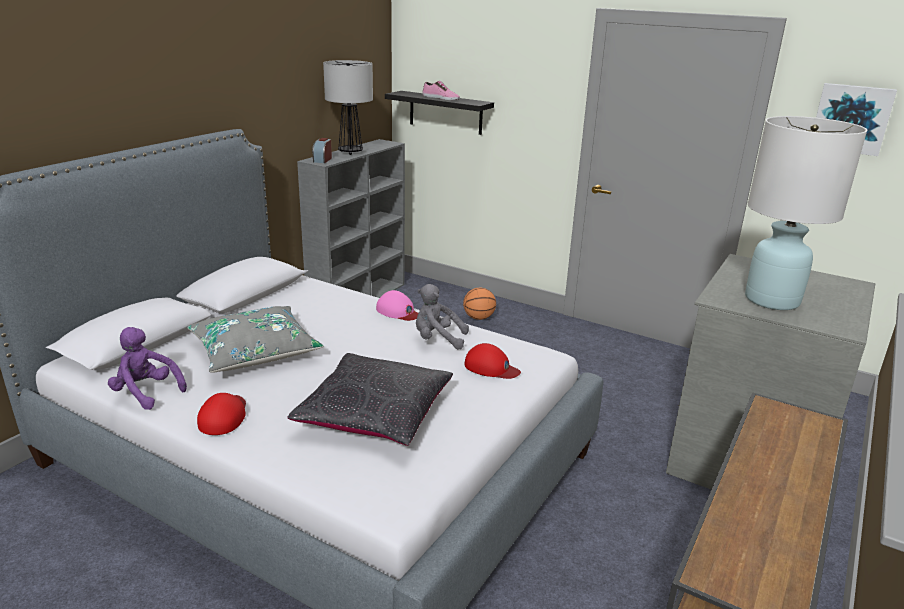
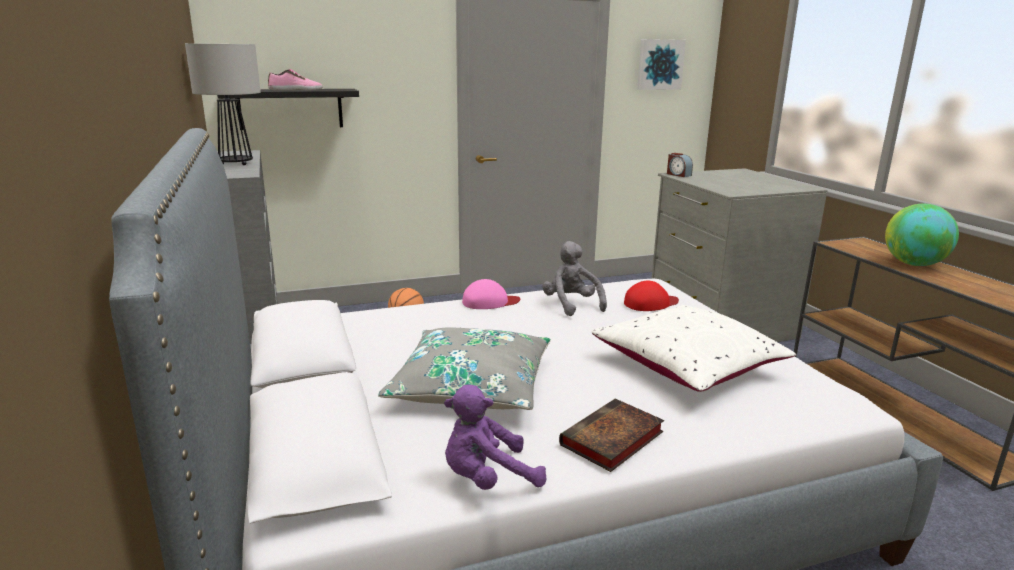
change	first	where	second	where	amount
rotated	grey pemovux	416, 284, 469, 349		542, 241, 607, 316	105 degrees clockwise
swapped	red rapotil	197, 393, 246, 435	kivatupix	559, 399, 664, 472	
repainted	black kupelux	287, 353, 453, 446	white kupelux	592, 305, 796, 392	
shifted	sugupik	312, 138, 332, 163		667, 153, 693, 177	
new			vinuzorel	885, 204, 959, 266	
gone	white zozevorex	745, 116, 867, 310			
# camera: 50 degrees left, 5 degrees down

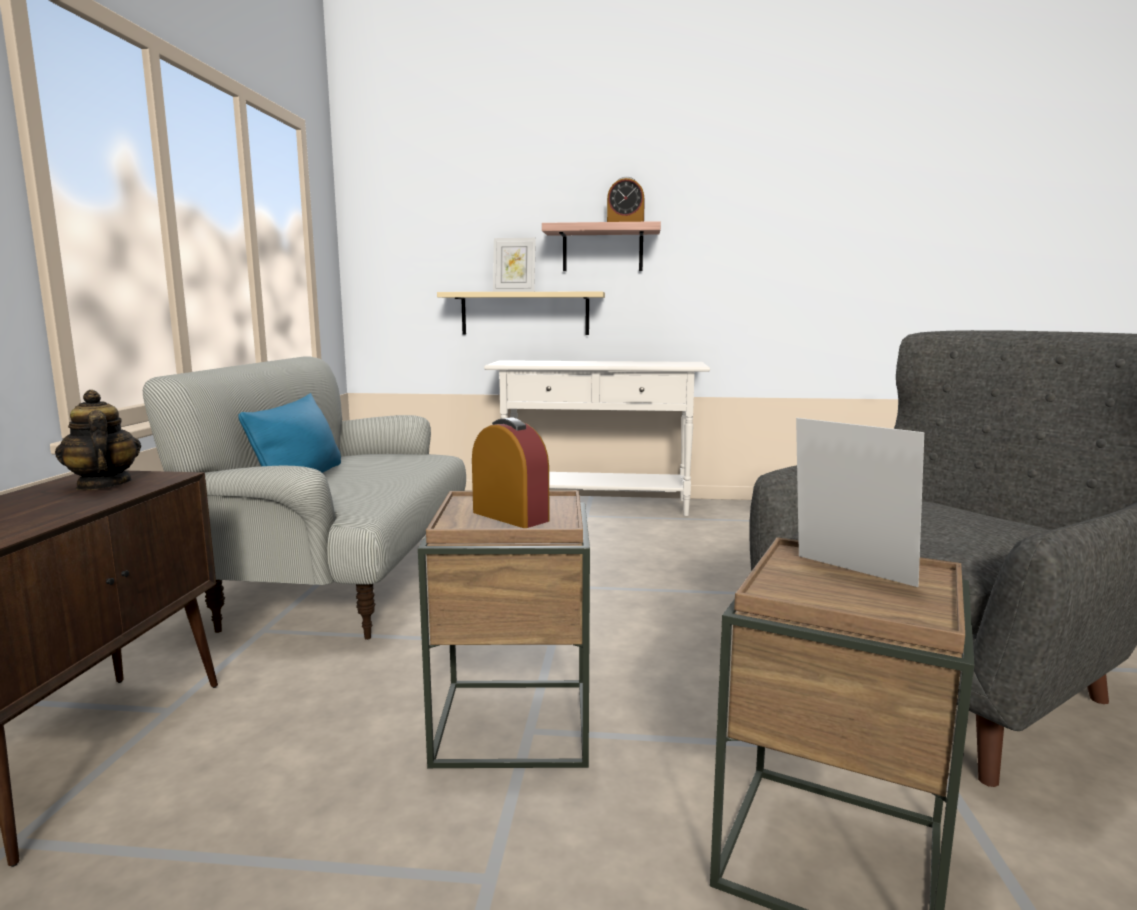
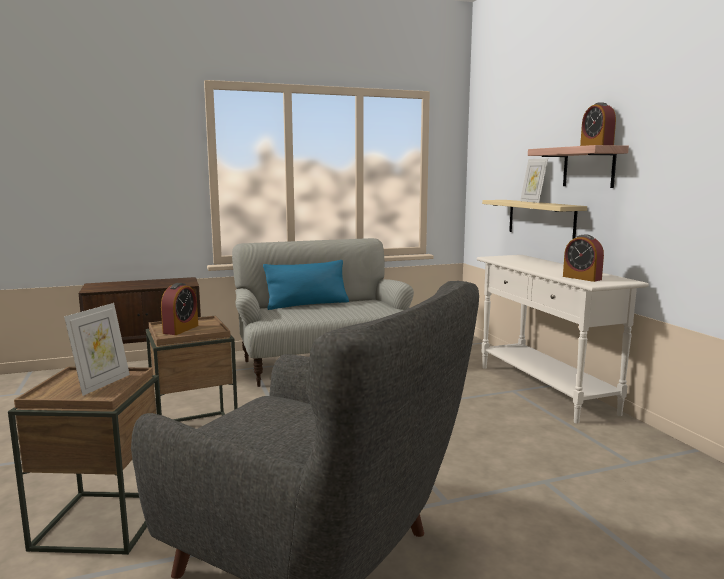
change	first	where	second	where	amount
new			sugupik	563, 234, 604, 282	
gone	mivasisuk	55, 390, 141, 490			
# camera: 65 degrees right, 0 degrees up

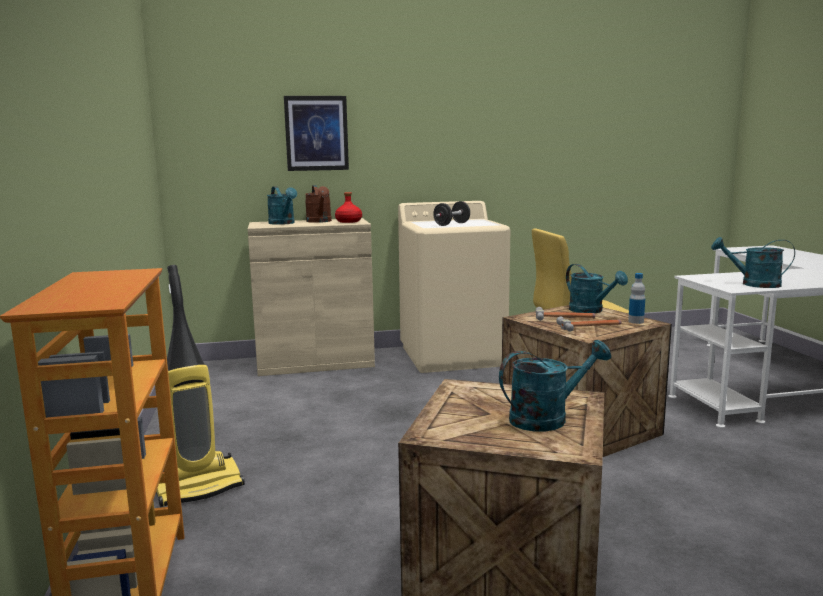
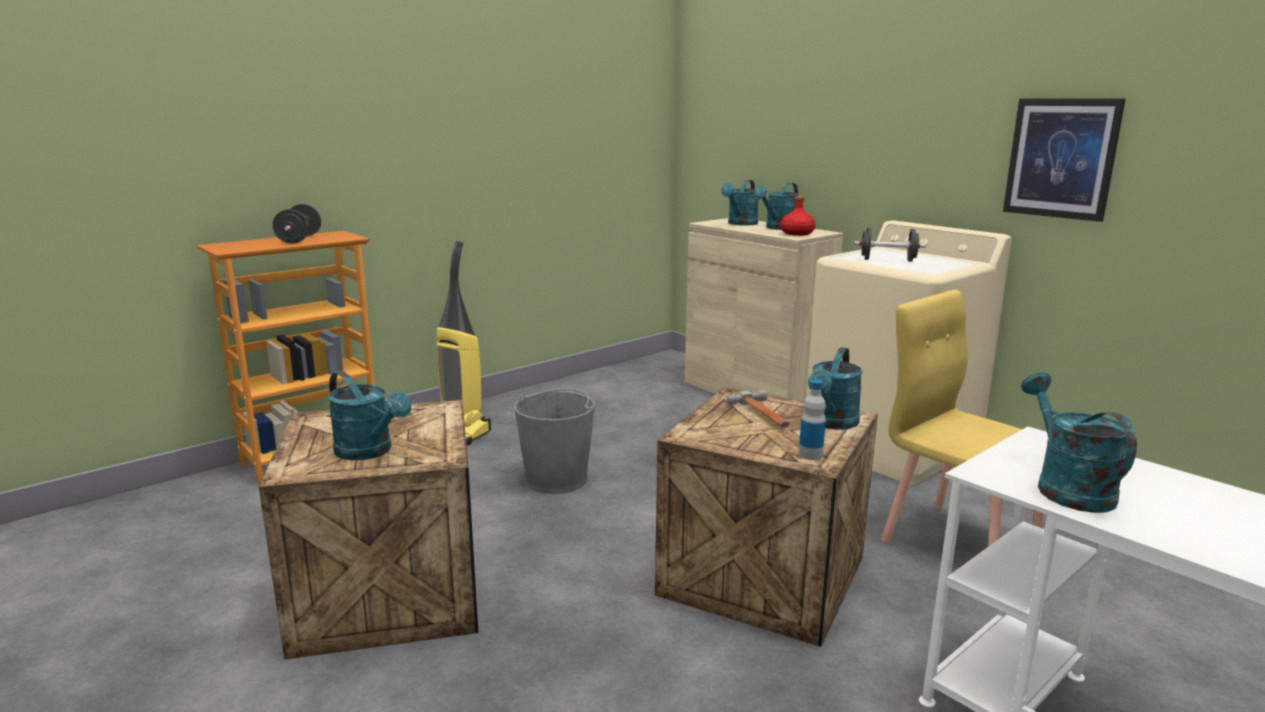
change	first	where	second	where	amount
new			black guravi	273, 204, 321, 244	
new			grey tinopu	514, 389, 595, 494	
repainted	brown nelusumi	305, 185, 332, 223	turquoise nelusumi	754, 183, 799, 230	
shifted	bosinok	284, 96, 349, 171		1003, 99, 1126, 222	
gone	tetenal	556, 316, 622, 332			
# camera: 60 degrees right, 5 degrees up

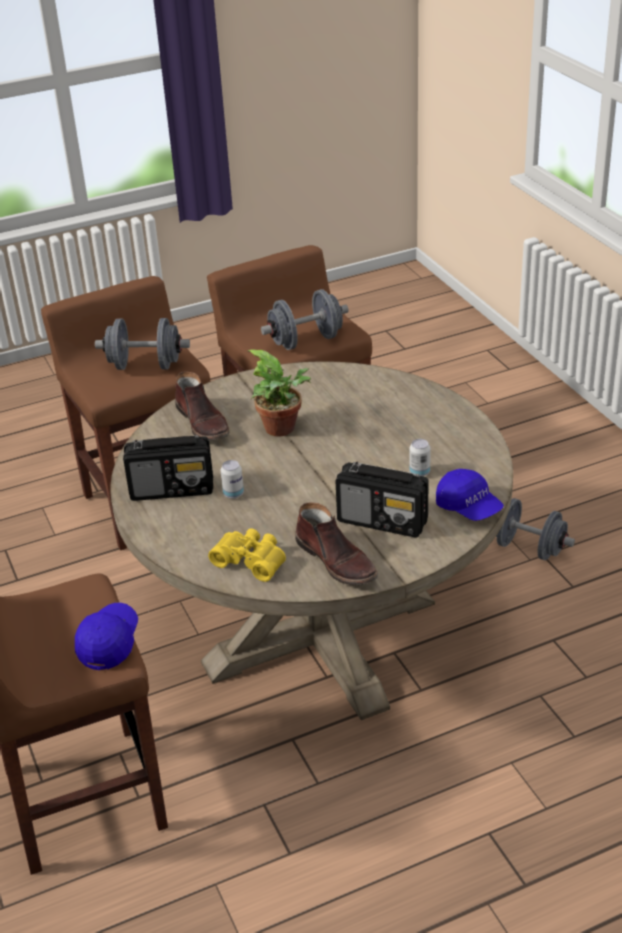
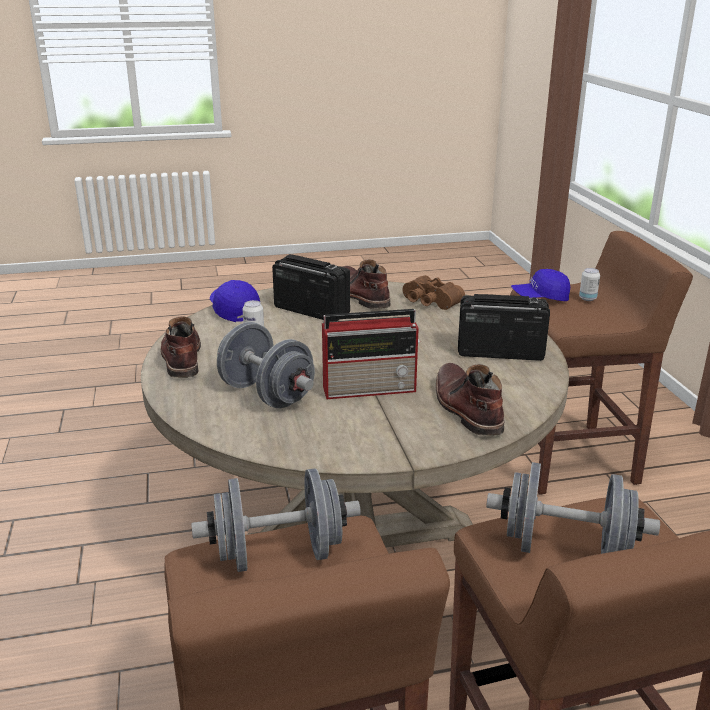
change	first	where	second	where	amount
new			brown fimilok	161, 316, 201, 378	
shifted	grey guravi	496, 498, 575, 560		217, 322, 315, 408	
swapped	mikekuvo	248, 349, 311, 437	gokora	322, 309, 420, 399	
repainted	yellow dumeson	208, 529, 286, 582	brown dumeson	402, 275, 465, 310	
rotated	blue rapotil	75, 603, 138, 670		511, 269, 570, 301	60 degrees clockwise
shifted	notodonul	220, 460, 244, 499		579, 268, 600, 301	
# camera: 170 degrees left, 10 degrees down

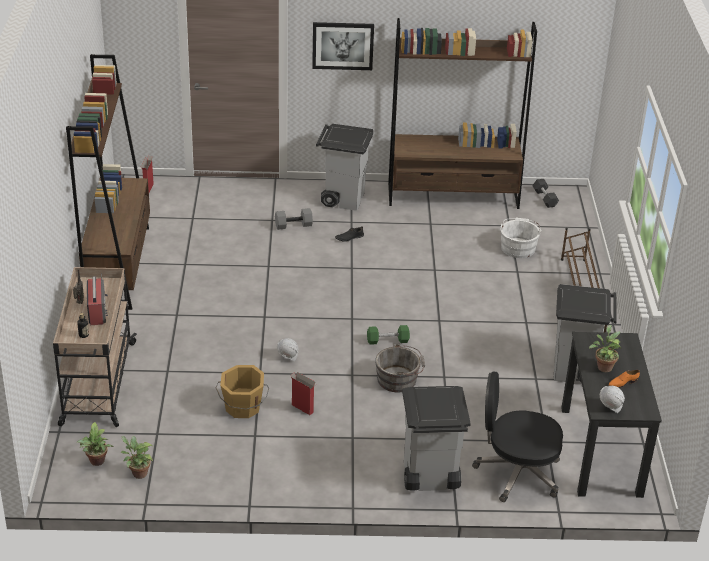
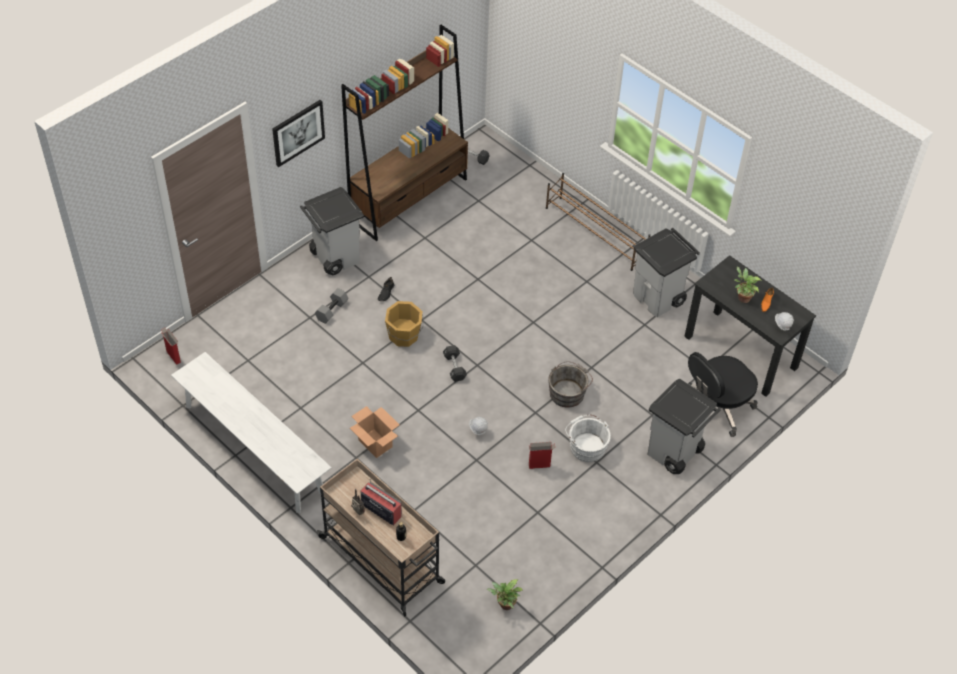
change	first	where	second	where	amount
swapped	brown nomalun	66, 54, 150, 310	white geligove	171, 352, 332, 513	
new			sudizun	350, 406, 400, 458	
shifted	orange tinopu	216, 365, 269, 418		385, 301, 424, 347	
new			black guravi	443, 345, 467, 382	
shifted	white tinopu	500, 218, 542, 258		565, 415, 611, 462	
gone	mikekuvo	77, 422, 114, 466			
gone	green guravi	367, 325, 410, 345			
# camera: 45 degrees left, 15 degrees up

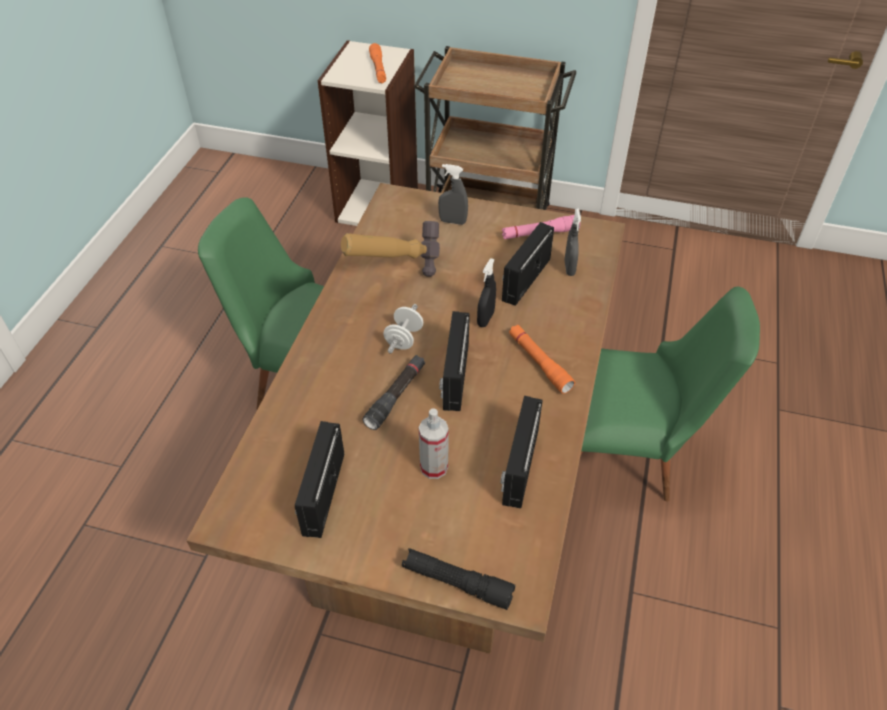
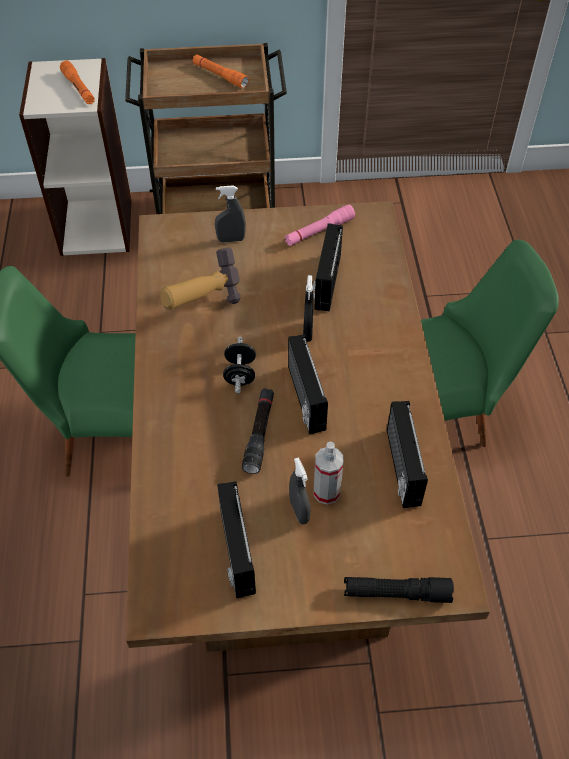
change	first	where	second	where	amount
shifted	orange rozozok	509, 325, 575, 394		192, 55, 249, 88	
repainted	white guravi	384, 304, 423, 353	black guravi	223, 337, 256, 394	
shifted	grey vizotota	564, 208, 581, 276		289, 457, 311, 524	
# camera: 20 degrees left, 5 degrees up

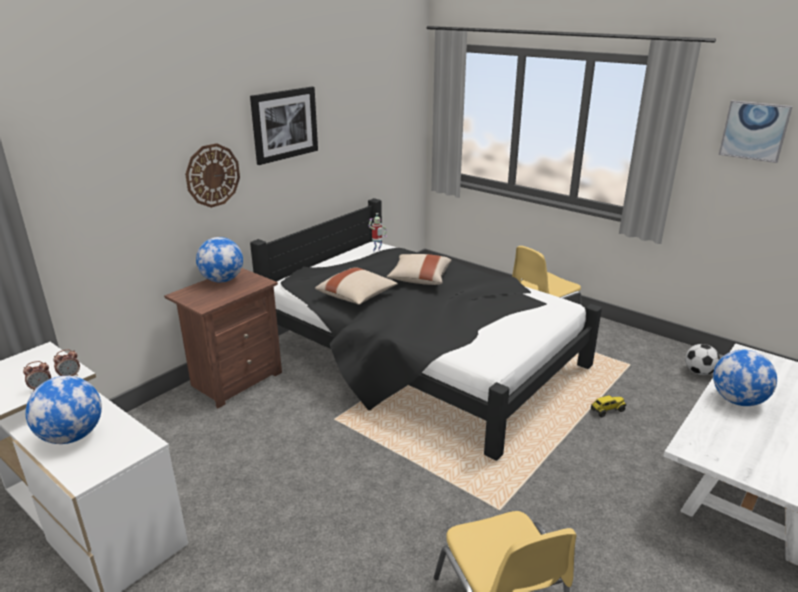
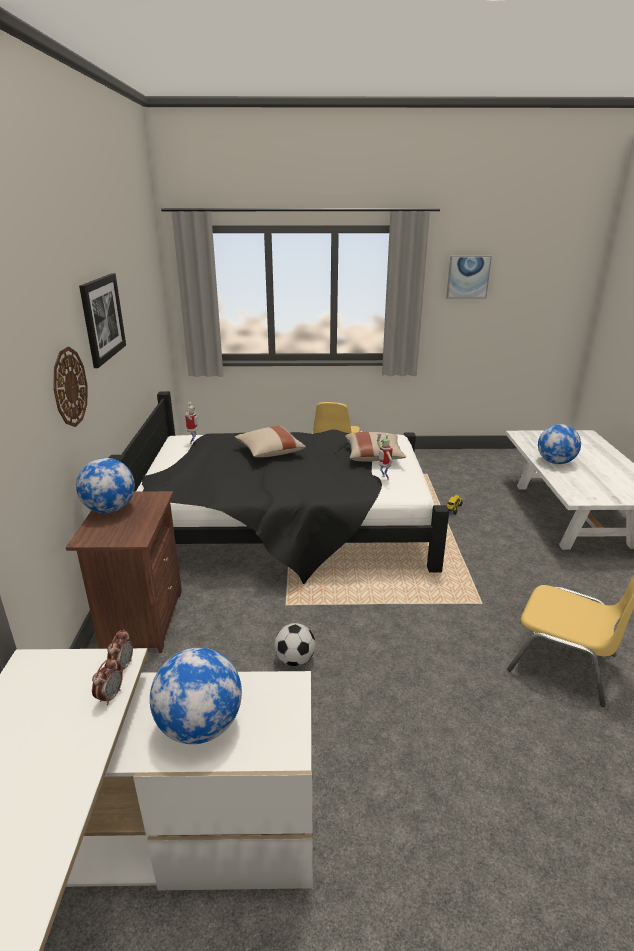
change	first	where	second	where	amount
shifted	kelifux	685, 344, 720, 375		274, 623, 315, 666	
shifted	beige kupelux	315, 267, 398, 305		345, 432, 406, 462	
new			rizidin	377, 434, 393, 480	
# camera: 40 degrees left, 0 degrees up

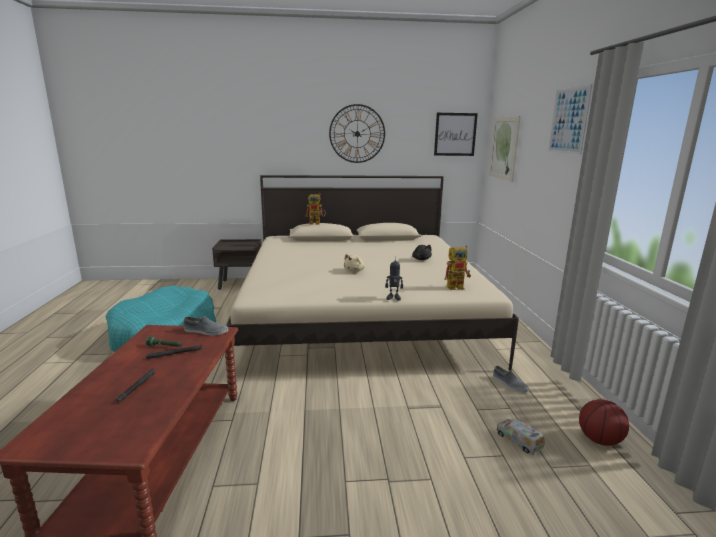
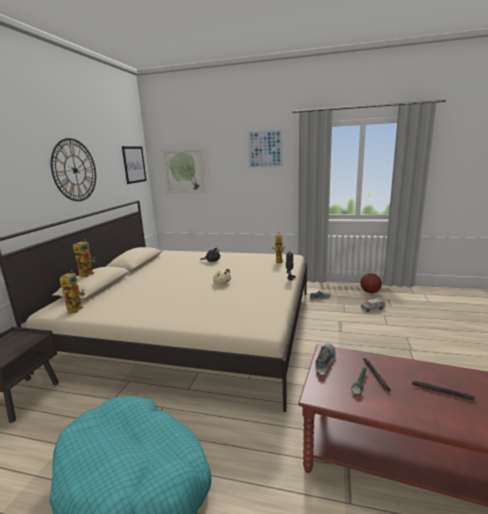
change	first	where	second	where	amount
new			rizidin	60, 270, 85, 313	
# camera: 70 degrees left, 0 degrees up

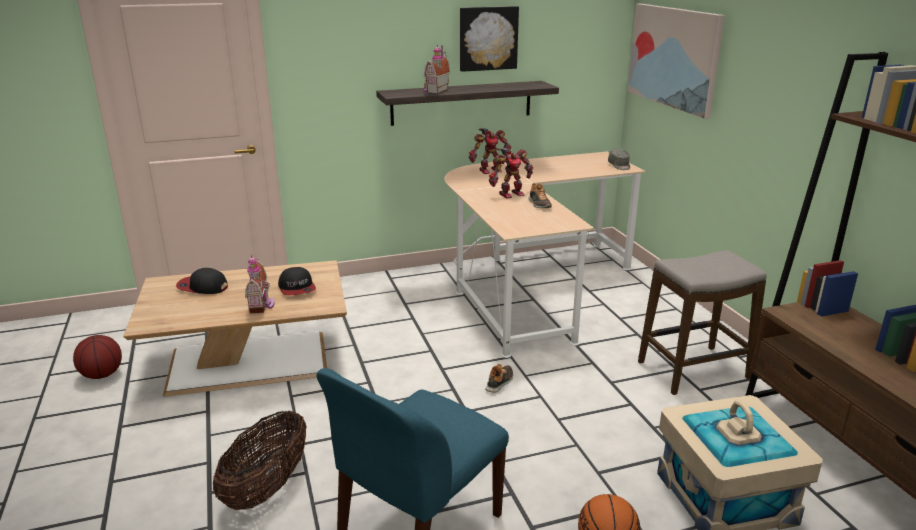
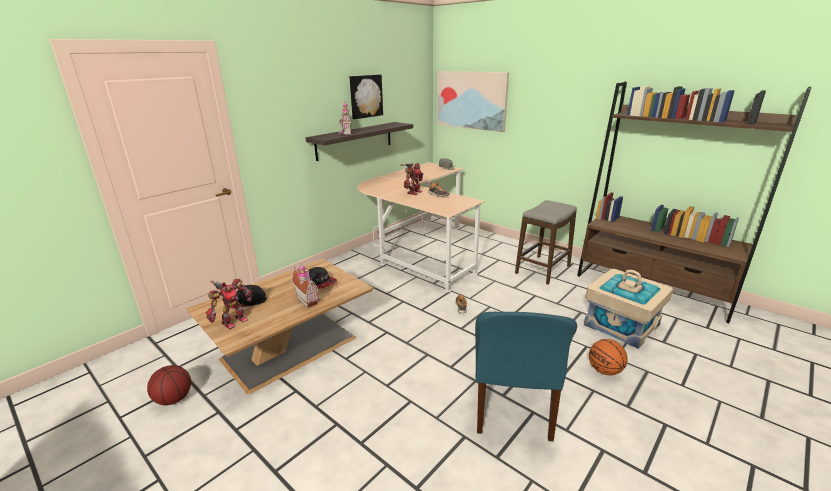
change	first	where	second	where	amount
shifted	rizidin	469, 128, 511, 174		206, 278, 253, 329	
gone	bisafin	213, 410, 307, 510			
# camera: 30 degrees left, 0 degrees up

